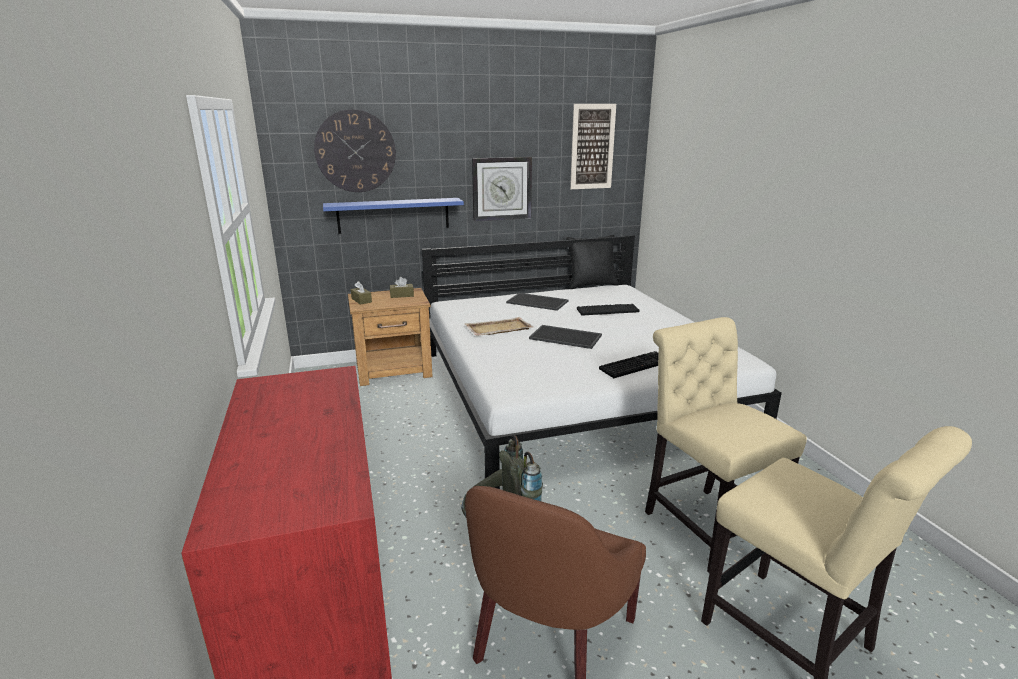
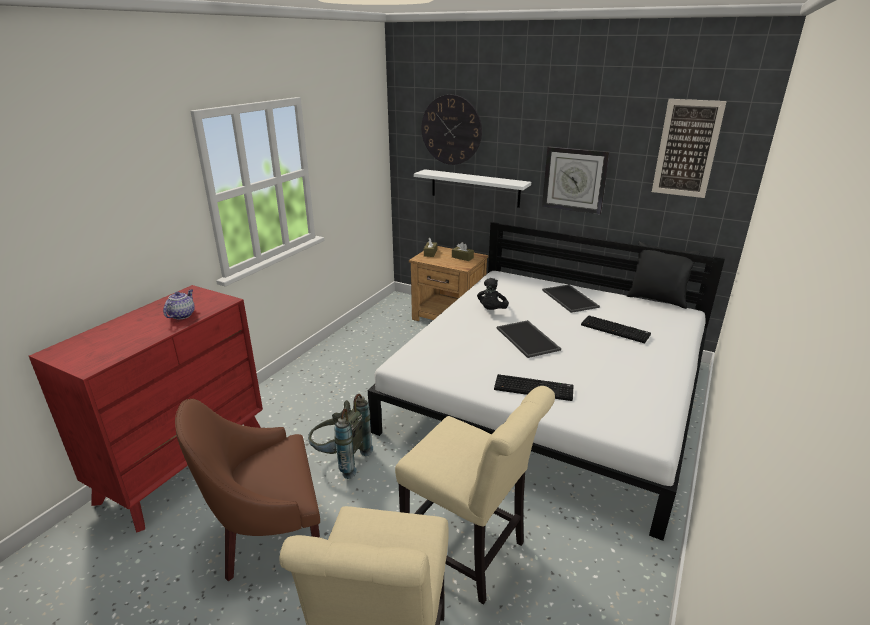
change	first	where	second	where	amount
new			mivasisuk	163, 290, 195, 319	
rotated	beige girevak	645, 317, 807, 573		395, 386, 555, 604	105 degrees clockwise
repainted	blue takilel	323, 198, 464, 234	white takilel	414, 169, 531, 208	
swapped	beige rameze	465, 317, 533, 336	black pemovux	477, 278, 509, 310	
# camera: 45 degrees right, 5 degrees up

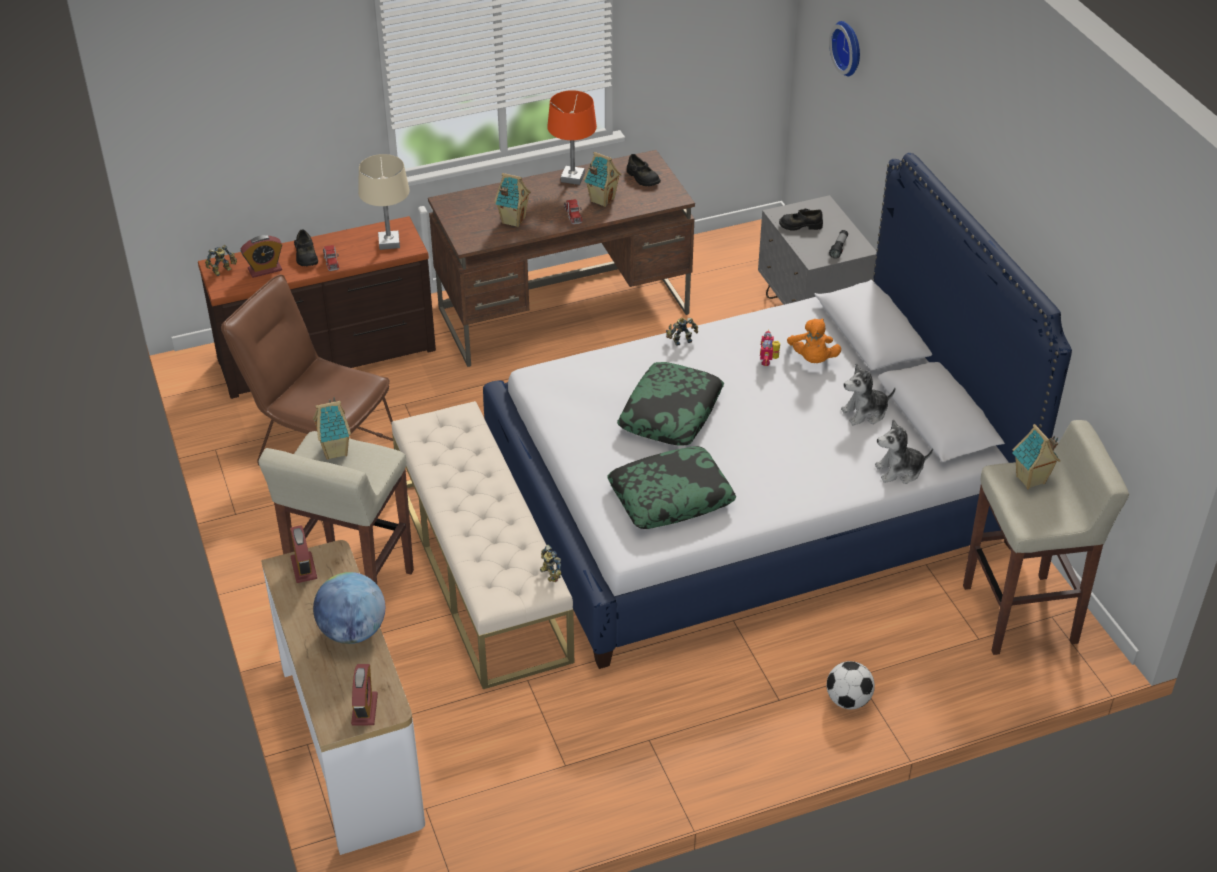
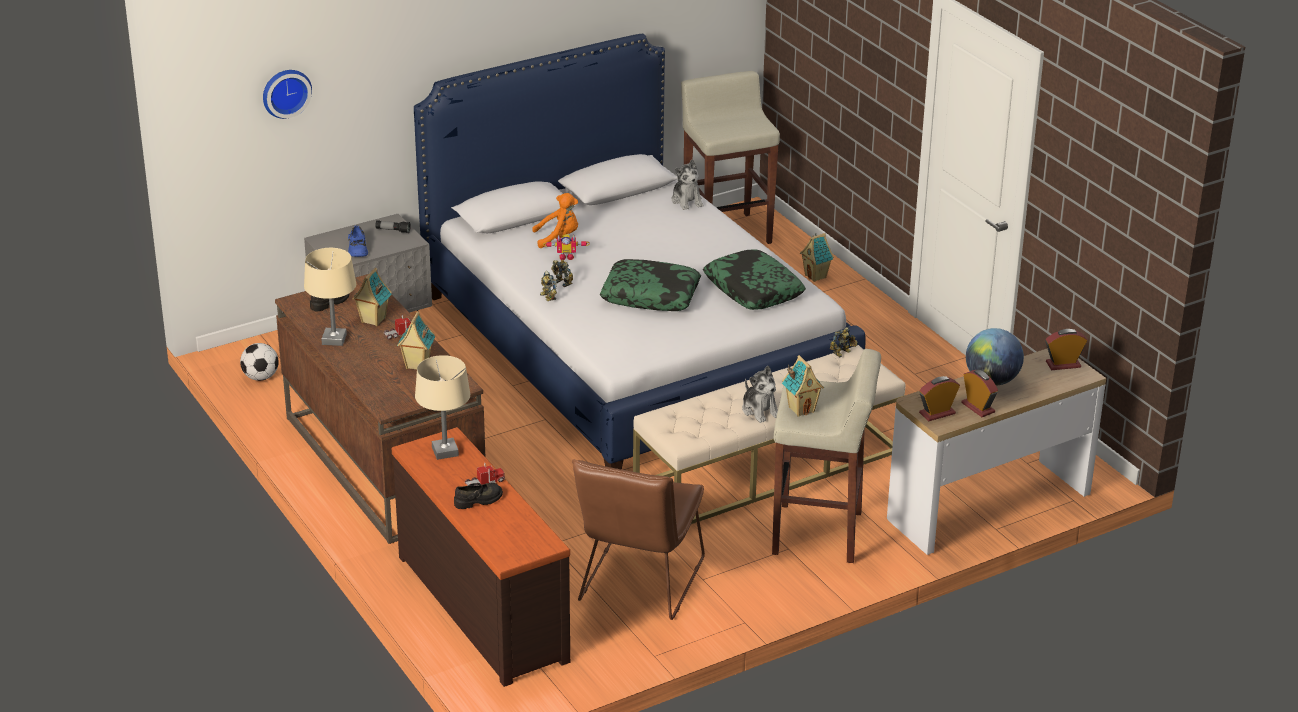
change	first	where	second	where	amount
shifted	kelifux	827, 661, 875, 709		240, 343, 279, 381	
repainted	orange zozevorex	547, 90, 597, 185	beige zozevorex	304, 248, 356, 346	
repainted	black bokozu	779, 209, 823, 231	blue bokozu	348, 225, 368, 257	
shifted	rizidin	205, 245, 237, 276		551, 260, 573, 287	
shifted	pemovux	841, 363, 896, 425		742, 366, 778, 423	
shifted	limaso	1012, 424, 1060, 489		800, 233, 834, 282	
shifted	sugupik	240, 235, 282, 278		961, 369, 998, 417	
# camera: 100 degrees left, 10 degrees down

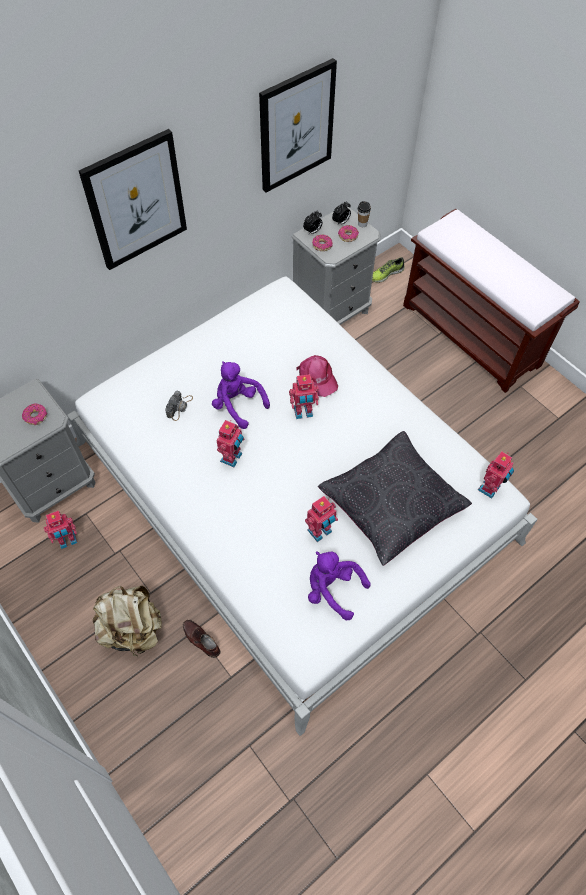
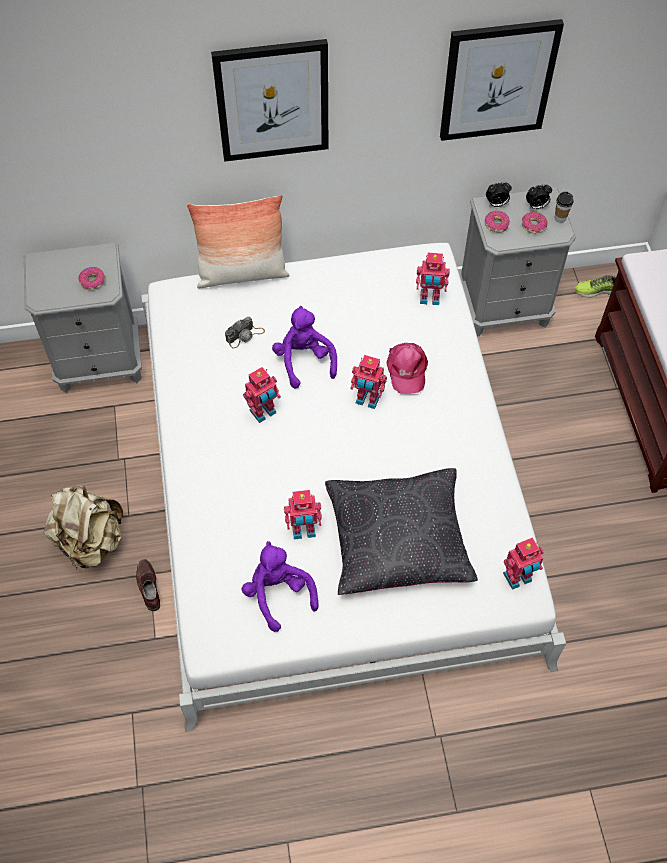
change	first	where	second	where	amount
new			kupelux	187, 195, 290, 288	
shifted	rizidin	44, 510, 77, 549		416, 253, 450, 305	
# camera: 30 degrees right, 0 degrees up

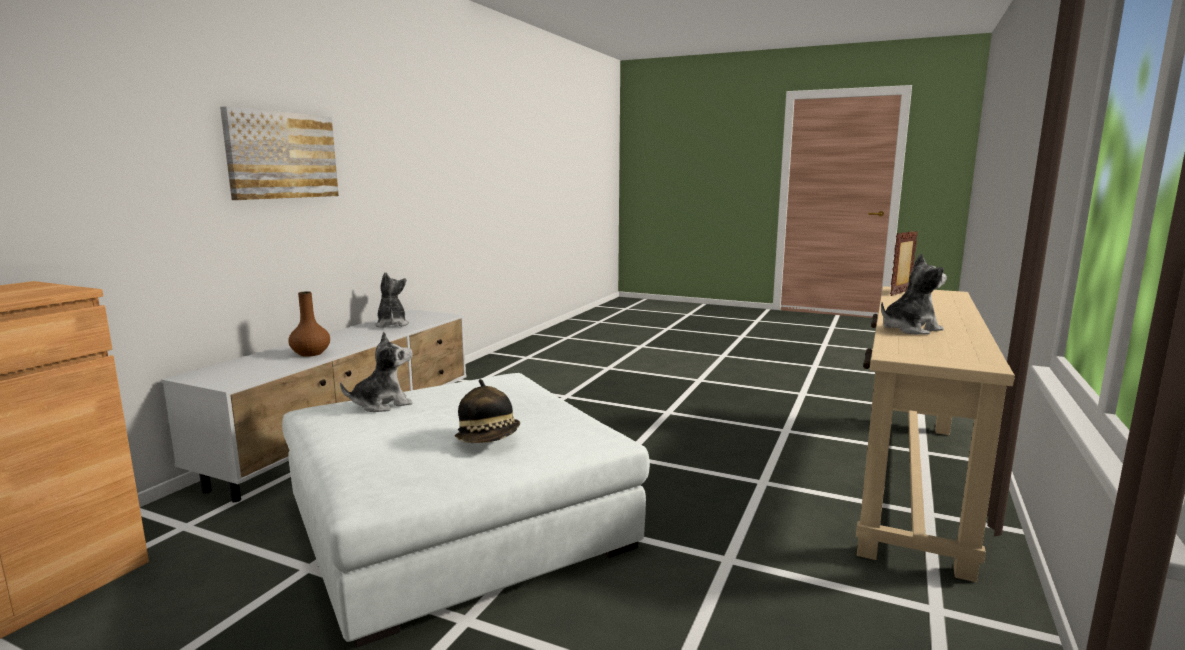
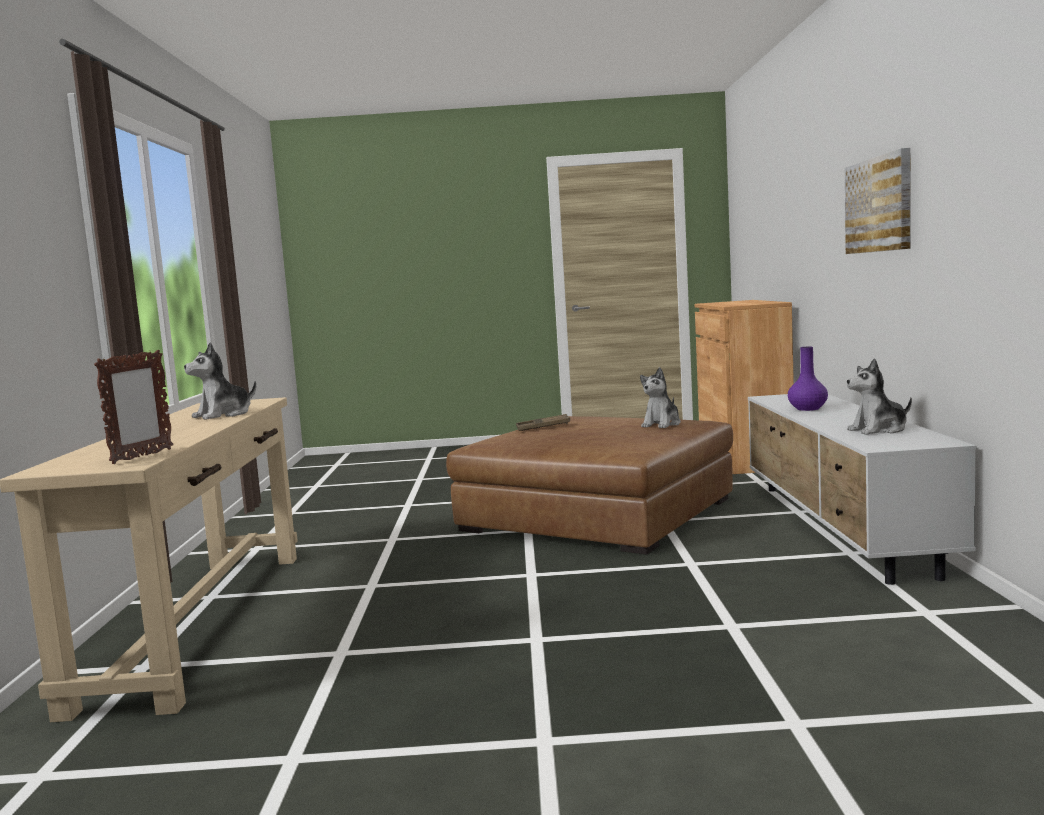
change	first	where	second	where	amount
repainted	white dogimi	282, 373, 650, 648	brown dogimi	446, 416, 733, 555	
swapped	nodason	455, 379, 520, 443	brown rameze	516, 414, 570, 431	
repainted	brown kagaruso	288, 291, 330, 357	purple kagaruso	788, 347, 828, 411	
rotated	pemovux	375, 272, 409, 328		847, 358, 912, 435	120 degrees clockwise
# camera: 155 degrees right, 5 degrees down

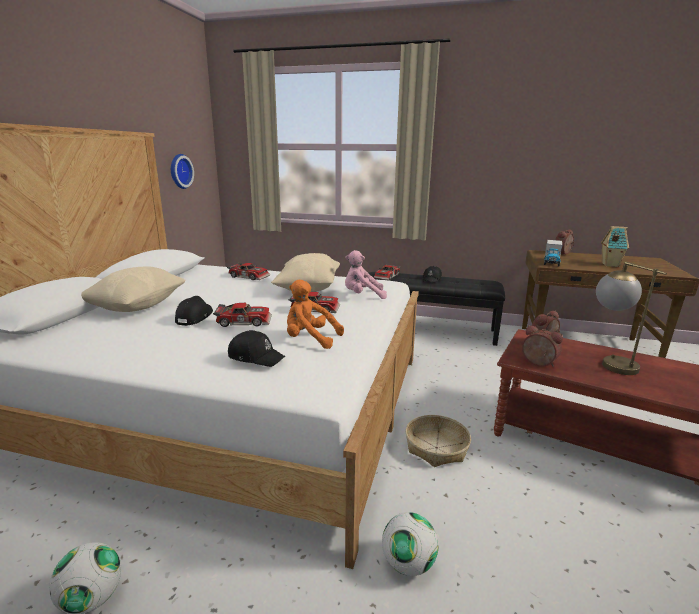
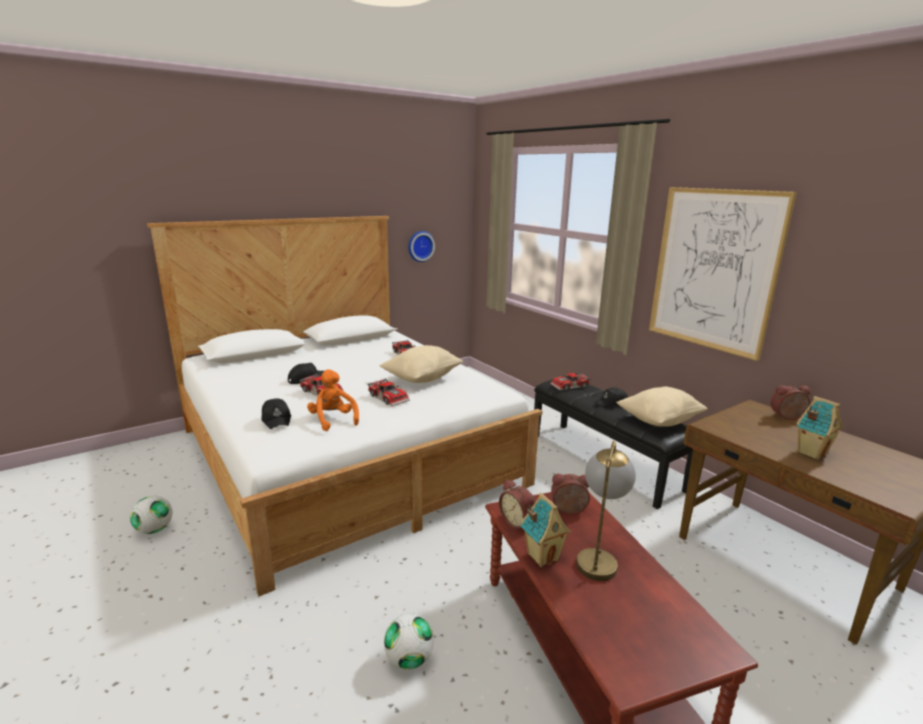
change	first	where	second	where	amount
shifted	kelifux	382, 512, 438, 576		384, 614, 434, 670	
rotated	sugupik	522, 325, 563, 367		499, 479, 535, 531	150 degrees clockwise
new			limaso	520, 492, 571, 567	
shifted	beige kupelux	81, 266, 186, 312		616, 386, 708, 427	
new			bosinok	649, 187, 797, 361	
gone	pink pemovux	345, 250, 387, 299			
gone	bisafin	406, 415, 471, 467			
gone	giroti	544, 240, 562, 266			
# camera: 40 degrees right, 0 degrees up

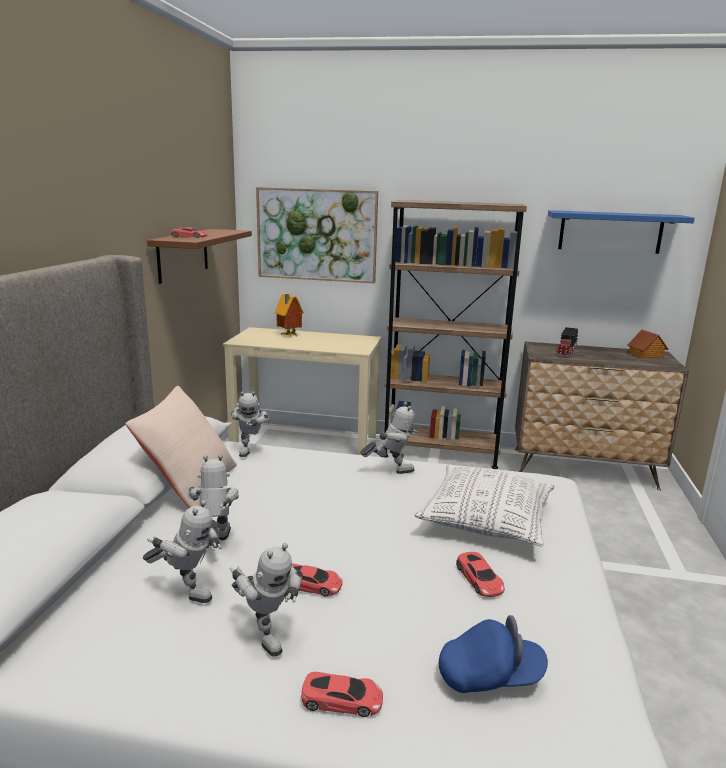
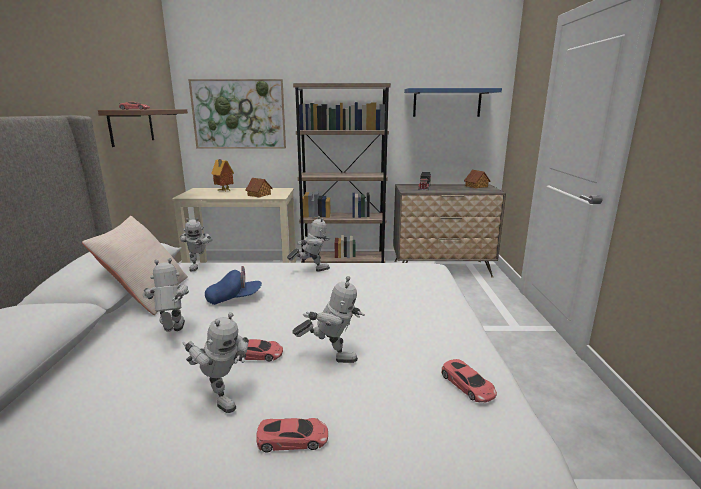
change	first	where	second	where	amount
shifted	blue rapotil	439, 615, 548, 693		205, 266, 262, 305	
new			limaso	245, 178, 273, 197	
shifted	rizidin	143, 500, 222, 603		292, 276, 365, 363	
shifted	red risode	456, 552, 505, 597		441, 359, 497, 402	
gone	kupelux	415, 465, 555, 547			
# camera: 10 degrees left, 0 degrees up

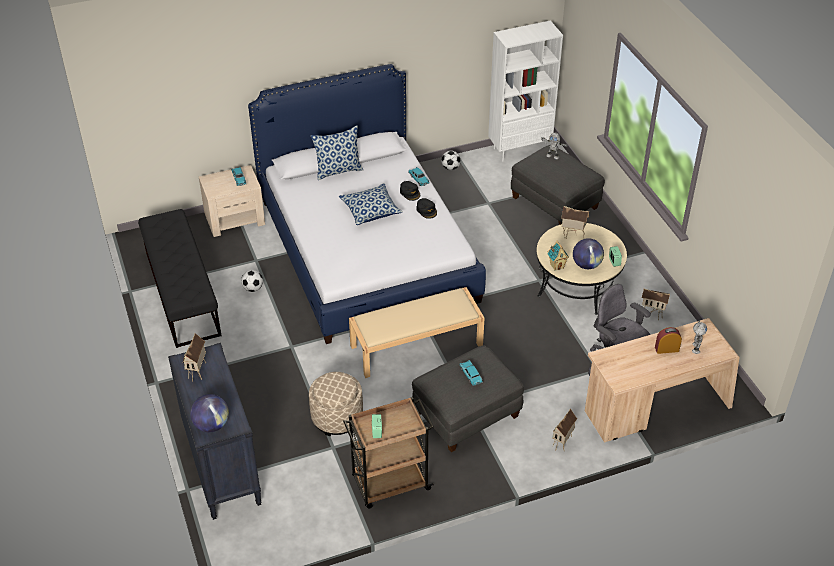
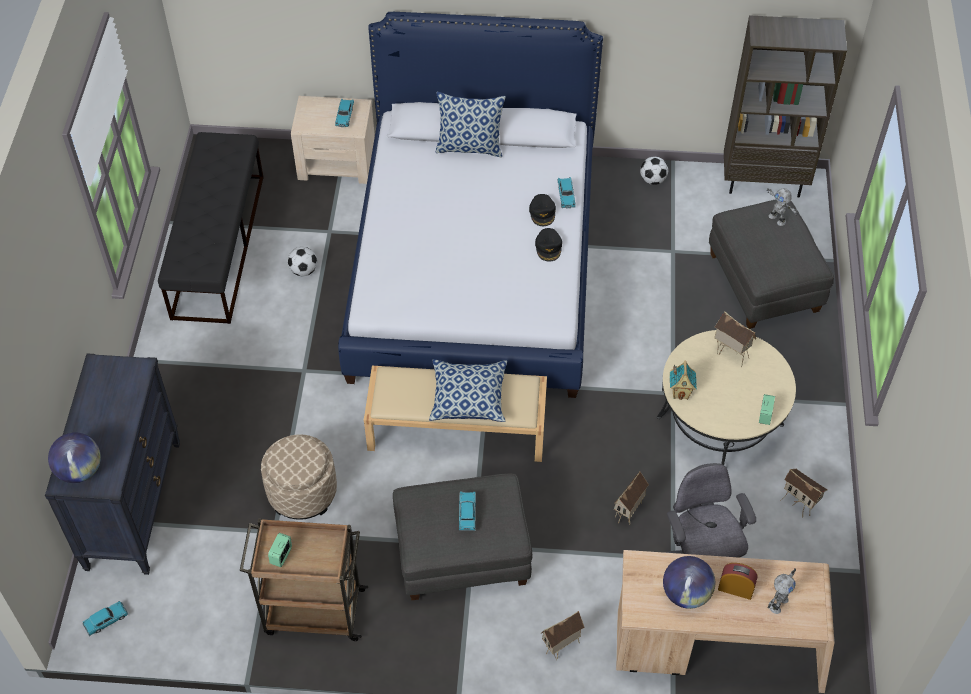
change	first	where	second	where	amount
new			turquoise risode	83, 601, 128, 636	
shifted	kupelux	339, 183, 403, 225		429, 359, 507, 422	
shifted	limaso	183, 333, 206, 382		614, 471, 649, 525	
shifted	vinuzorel	573, 238, 604, 269		663, 556, 715, 609	
repainted	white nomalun	488, 20, 563, 161	brown nomalun	724, 15, 847, 198	
# camera: 25 degrees right, 10 degrees up

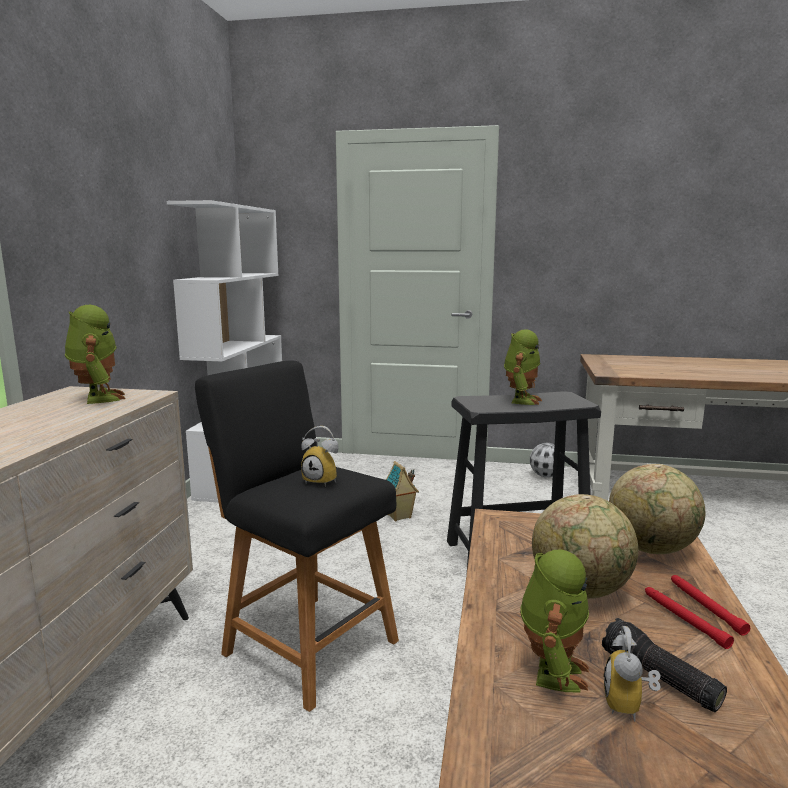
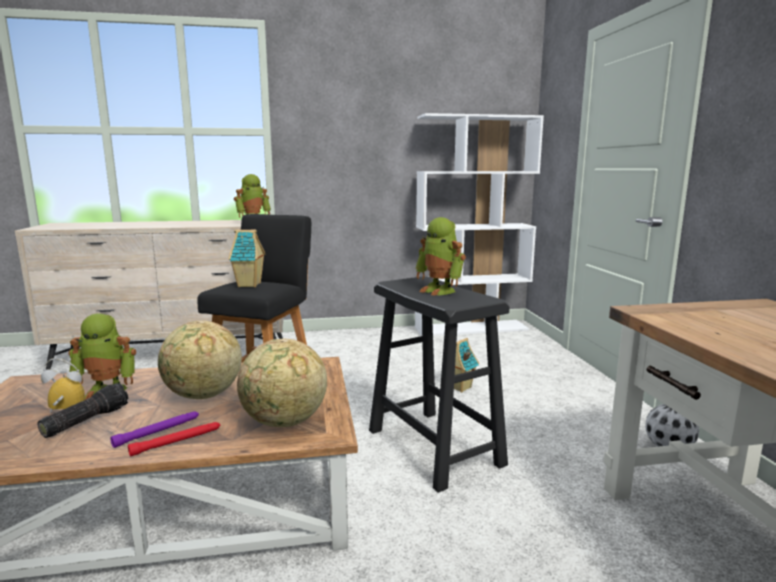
change	first	where	second	where	amount
repainted	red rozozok	645, 587, 734, 649	purple rozozok	110, 411, 199, 448	
swapped	sugupik	301, 426, 338, 487	limaso	228, 229, 266, 287	
rotated	rizidin	504, 329, 542, 405		416, 217, 466, 296	45 degrees clockwise
# camera: 70 degrees right, 0 degrees up

